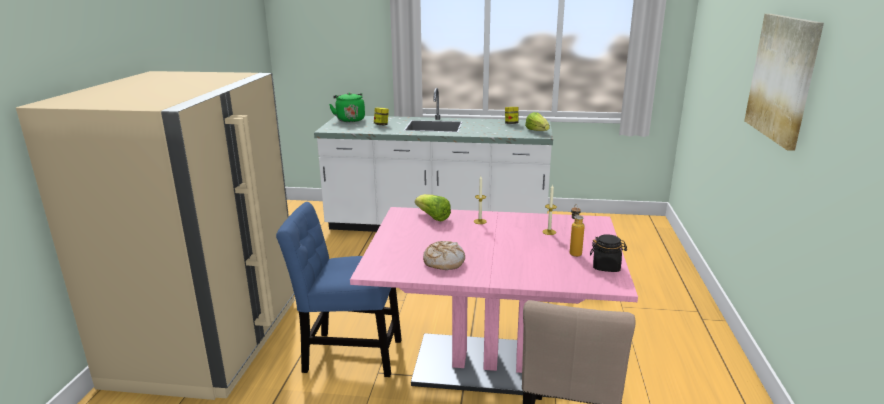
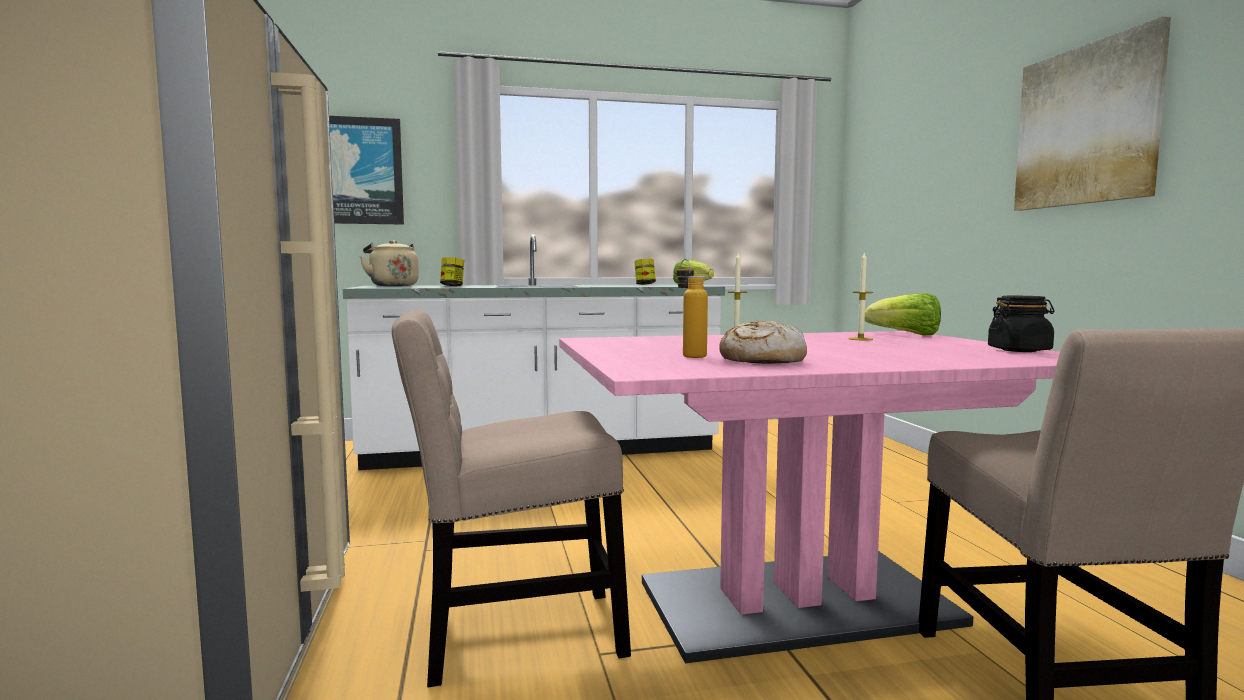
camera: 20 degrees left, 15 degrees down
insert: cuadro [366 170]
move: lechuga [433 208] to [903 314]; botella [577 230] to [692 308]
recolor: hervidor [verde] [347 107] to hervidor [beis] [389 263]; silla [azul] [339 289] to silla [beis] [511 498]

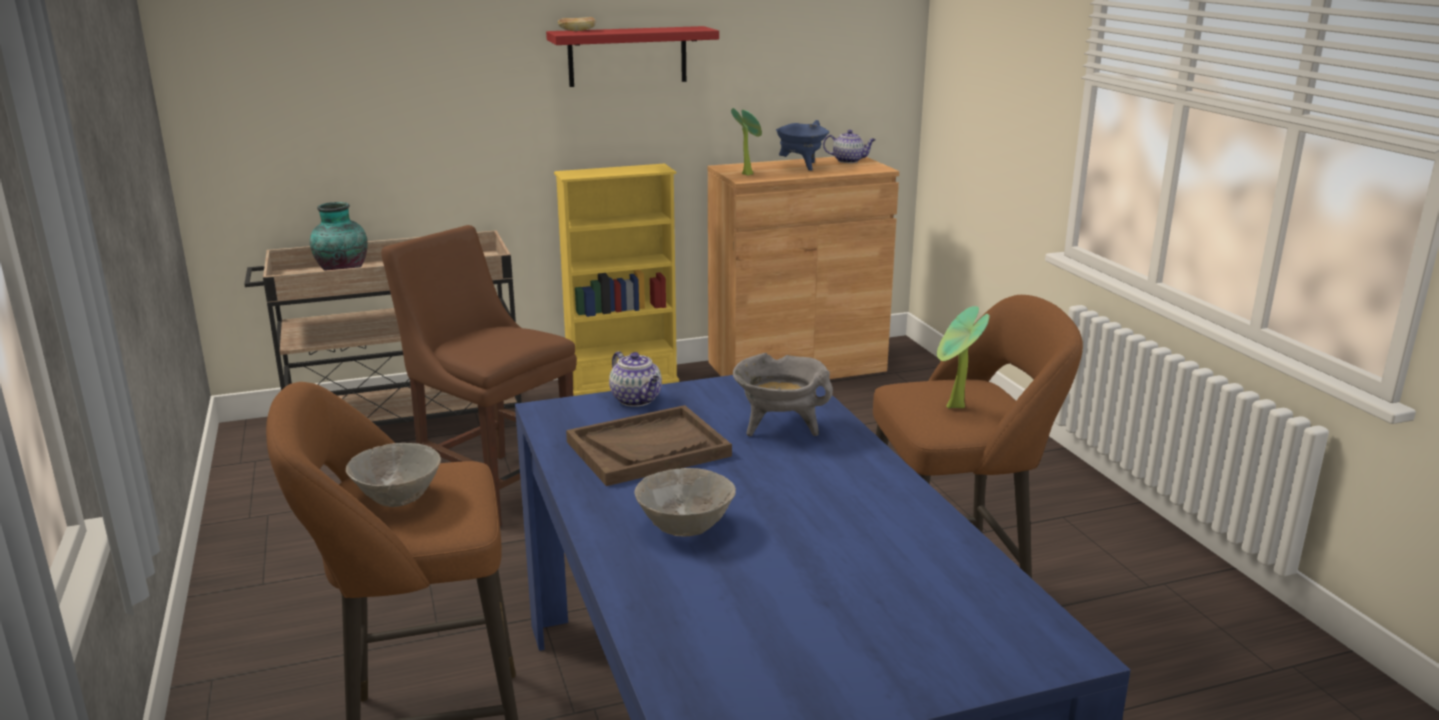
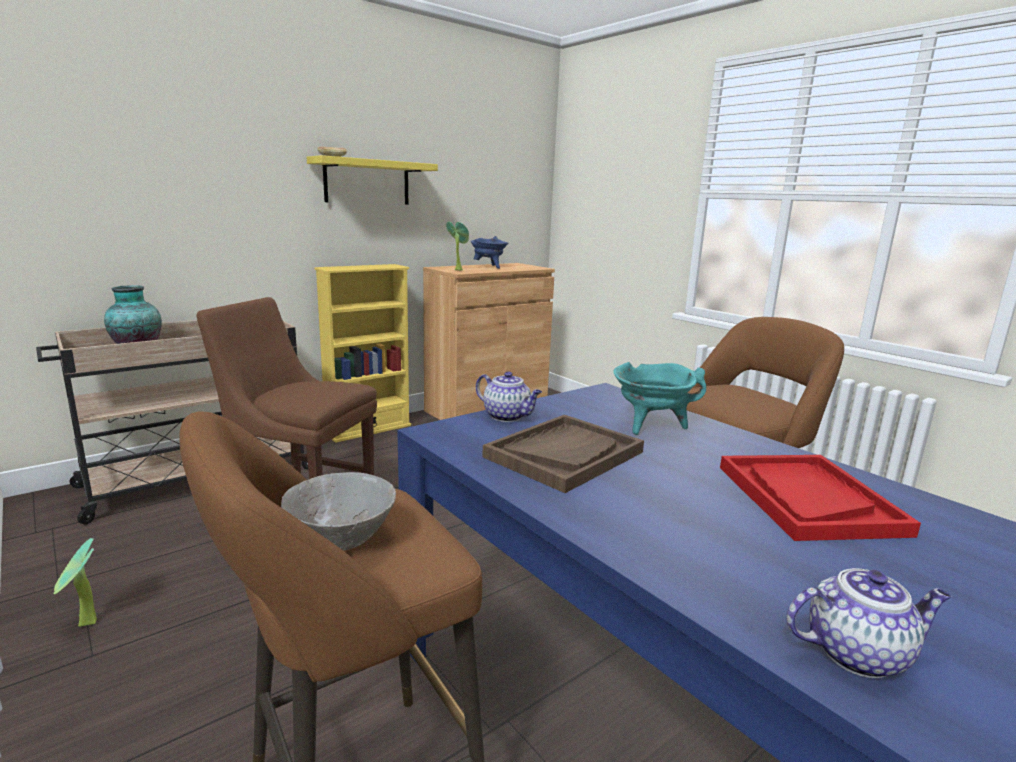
camera: 20 degrees left, 5 degrees down
delete: cuenco [gris] [685 502]
insert: bandeja [rojo] [820 498]
move: tetera [849 146] to [869 623]; planta en maceta [963 357] to [75 582]
recolor: estante [rojo] [632 56] to estante [amarillo] [372 180]; olla [gris] [783 394] to olla [turquesa] [659 398]

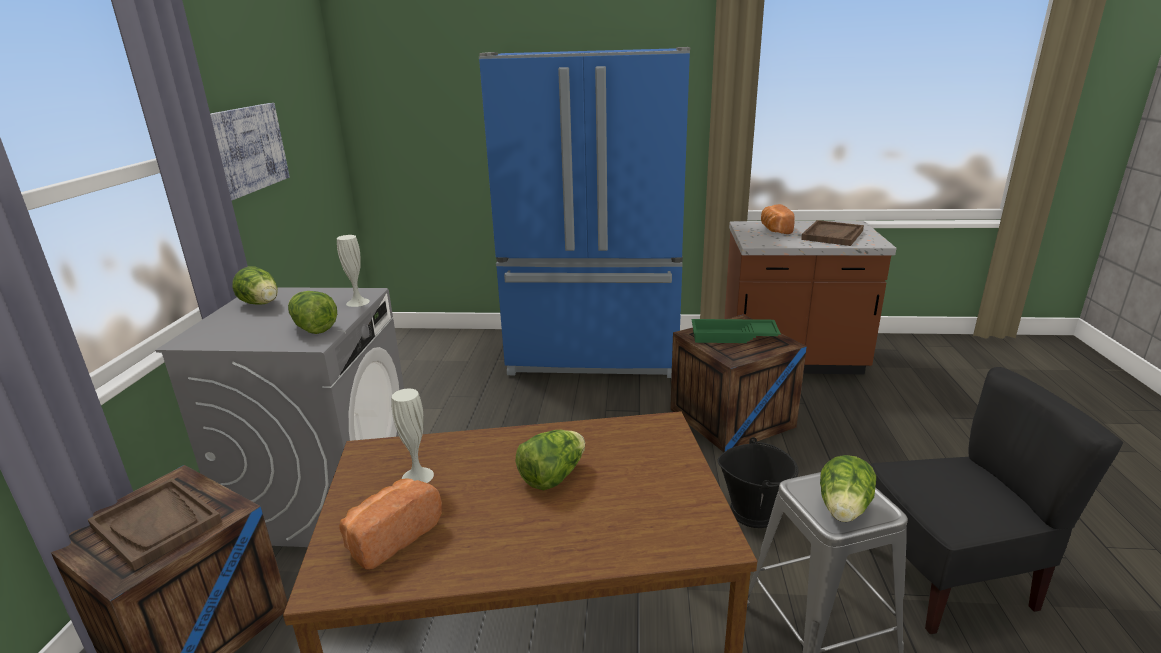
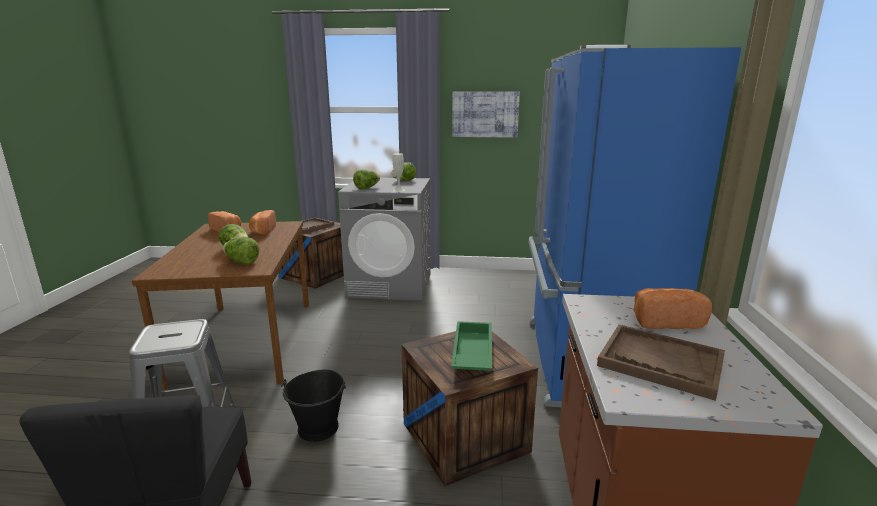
camera: 90 degrees right, 5 degrees down
move: lechuga [848 488] to [241 251]
replace: florero [blanco] [412 436] to pan [262 222]

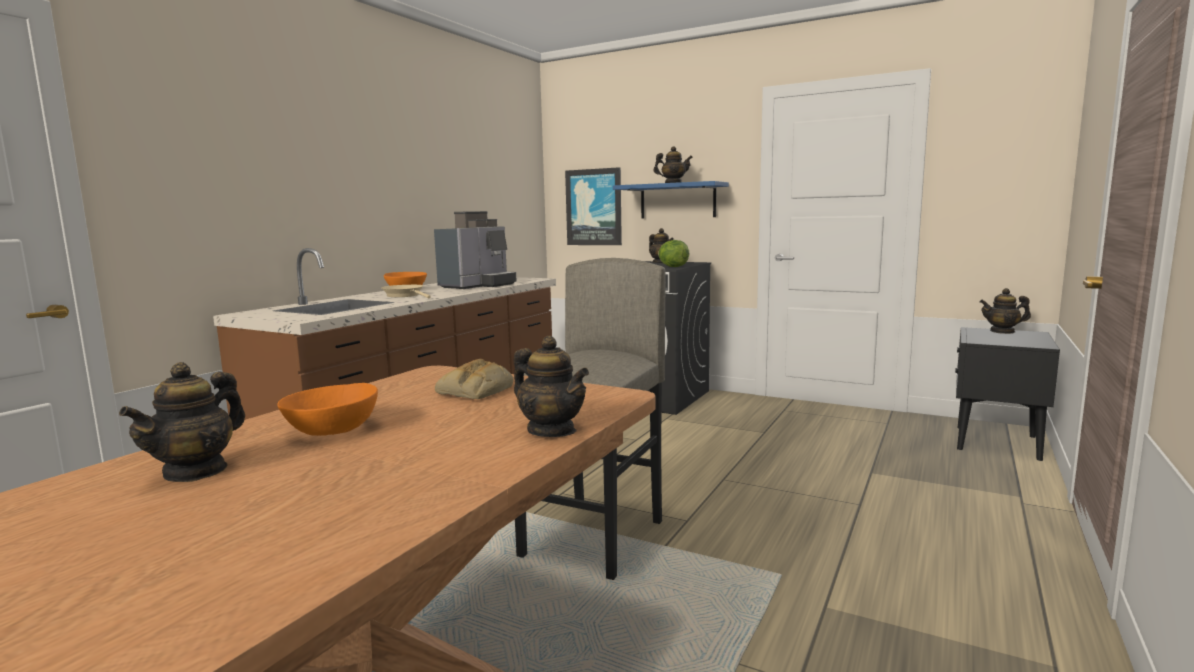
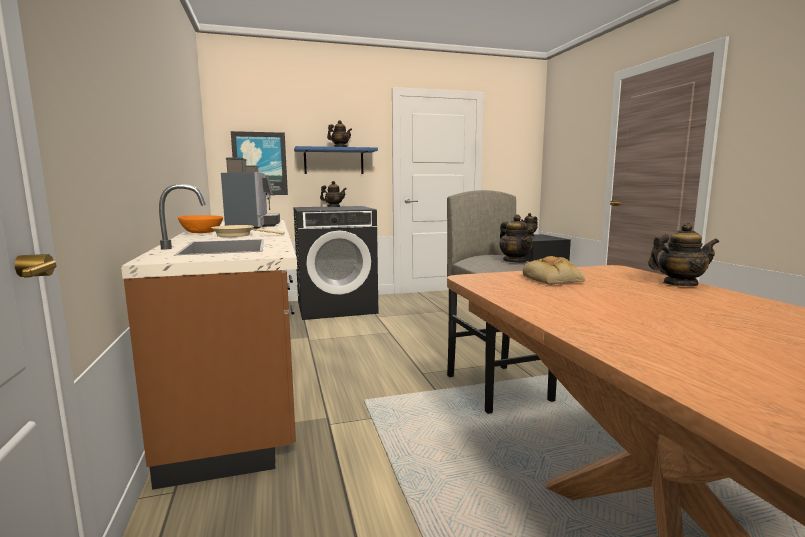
camera: 45 degrees left, 0 degrees up
delete: lechuga [674 253]; cuenco [naranja] [327 409]
move: tetera [182 422] to [516 239]

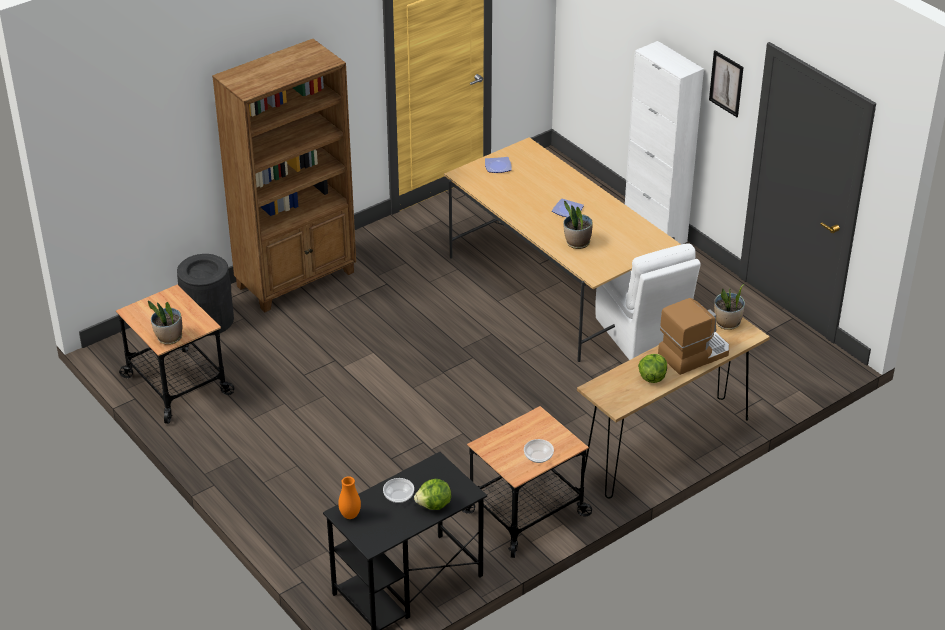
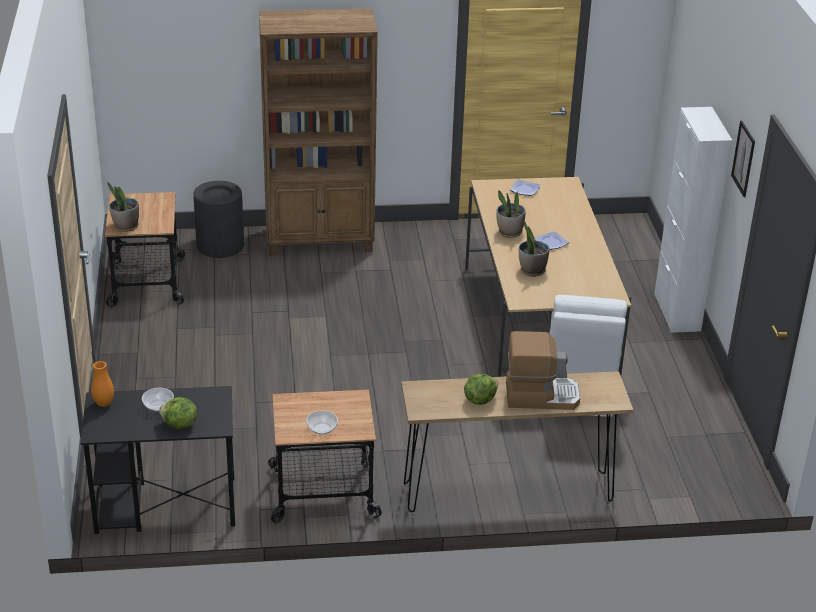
camera: 30 degrees right, 5 degrees down
move: planta en maceta [729 307] to [511 214]

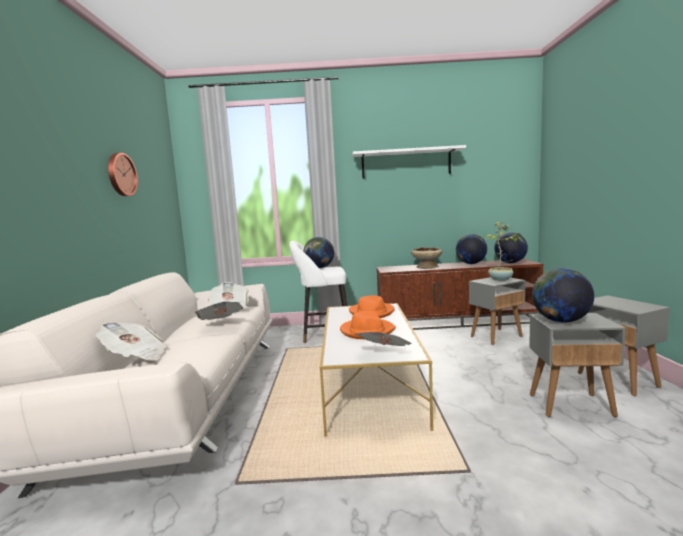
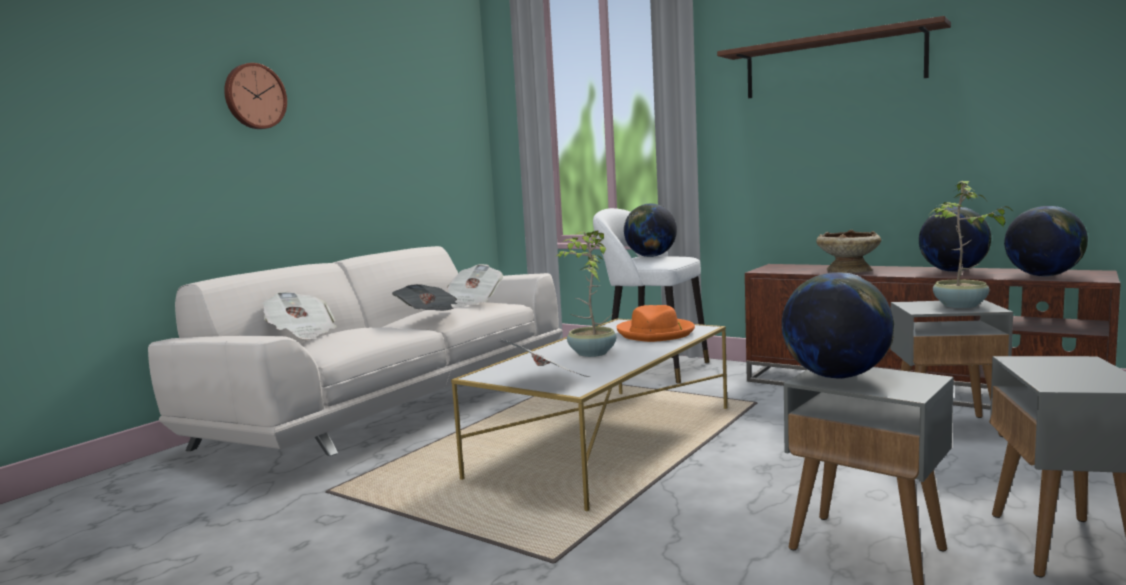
camera: 35 degrees right, 0 degrees up
move: reloj de pared [123 174] to [255 96]
replace: sombrero [naranja] [368 325] to planta en maceta [586 293]
recolor: estante [blanco] [409 162] to estante [marrón] [834 57]

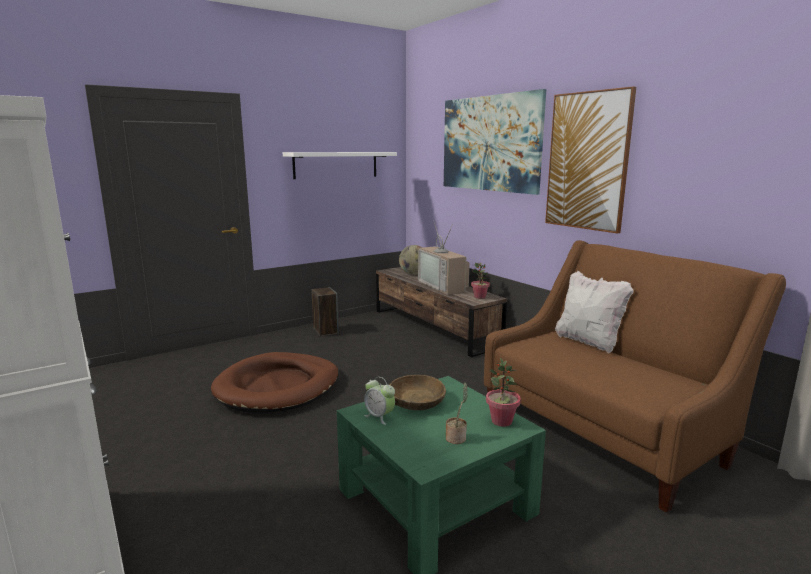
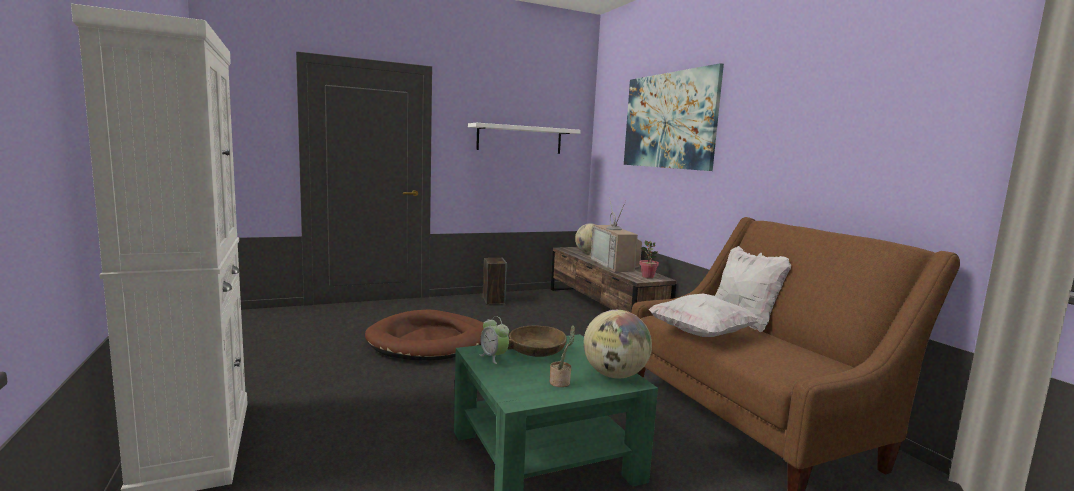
camera: 10 degrees right, 5 degrees down
delete: cuadro [590 160]
insert: cojín [blanco] [704 315]
replace: planta en maceta [503 392] to globo terráqueo [617 344]

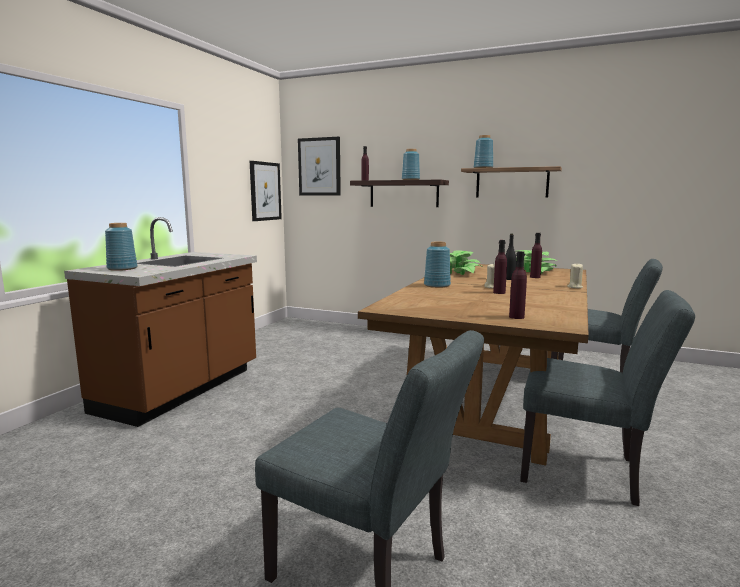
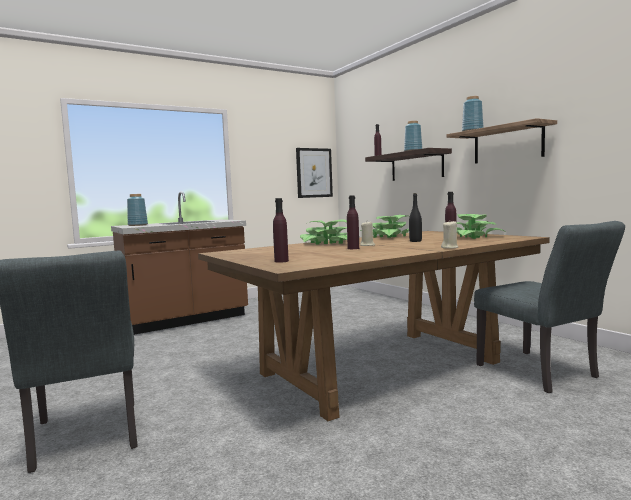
camera: 35 degrees right, 5 degrees down
delete: cuadro [319 166]; silla [gris] [607 398]
replace: florero [azul] [437 265] to planta en maceta [323 231]

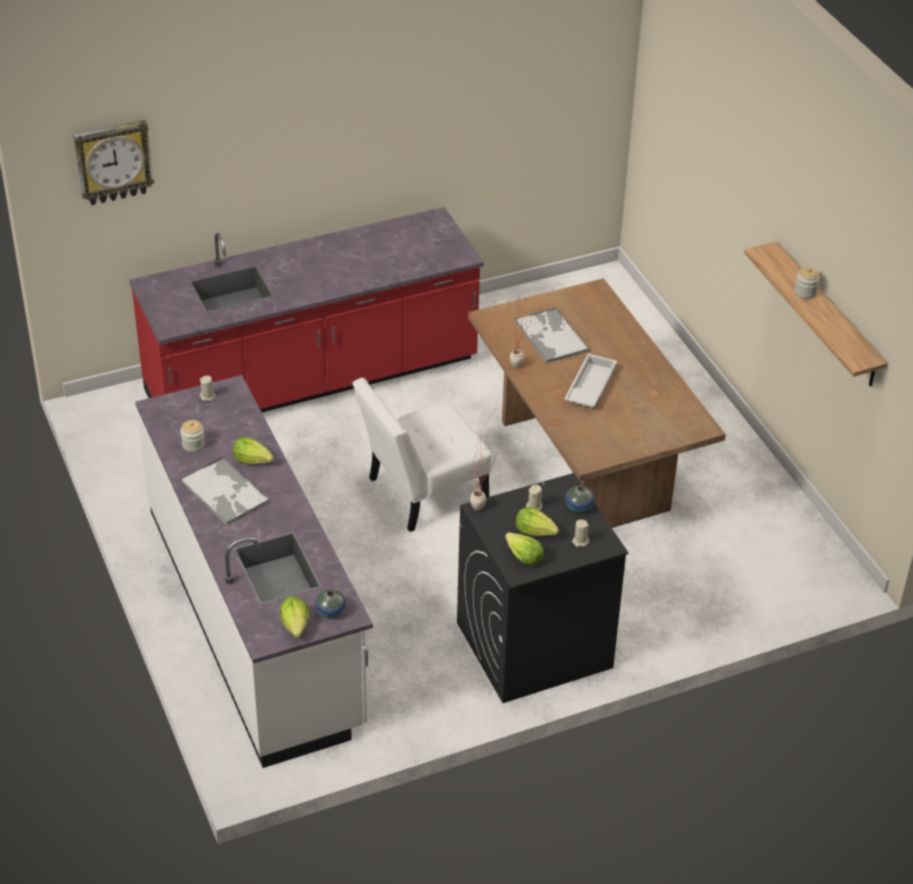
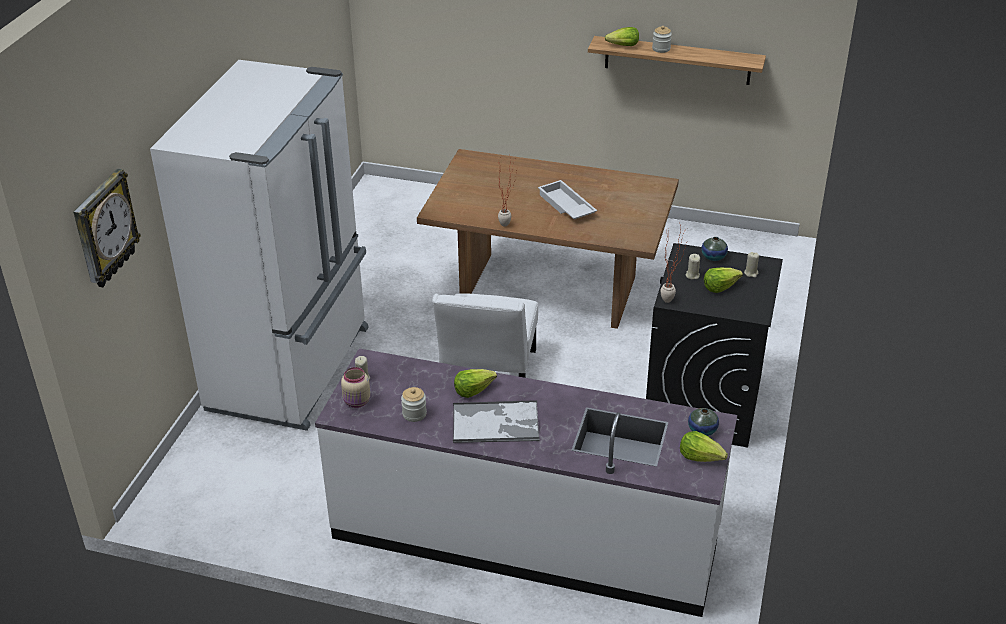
camera: 50 degrees left, 5 degrees down
delete: bandeja [551 335]
insert: tarro [beis] [355 387]
move: lechuga [524 548] to [622 36]
replace: mueble bajo de cocina [rojo] [306 309] to nevera [blanco] [259 245]

